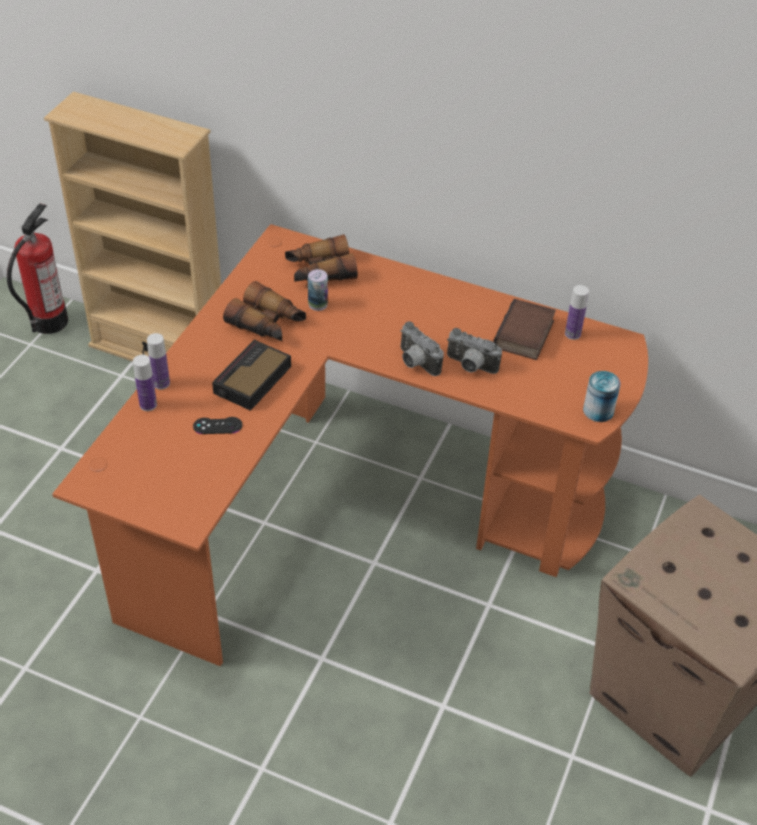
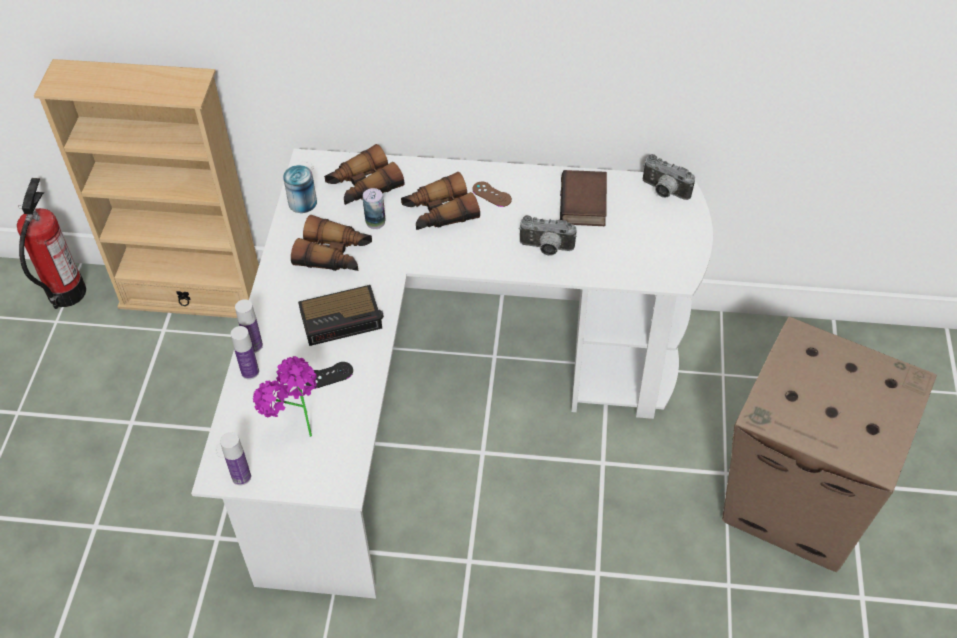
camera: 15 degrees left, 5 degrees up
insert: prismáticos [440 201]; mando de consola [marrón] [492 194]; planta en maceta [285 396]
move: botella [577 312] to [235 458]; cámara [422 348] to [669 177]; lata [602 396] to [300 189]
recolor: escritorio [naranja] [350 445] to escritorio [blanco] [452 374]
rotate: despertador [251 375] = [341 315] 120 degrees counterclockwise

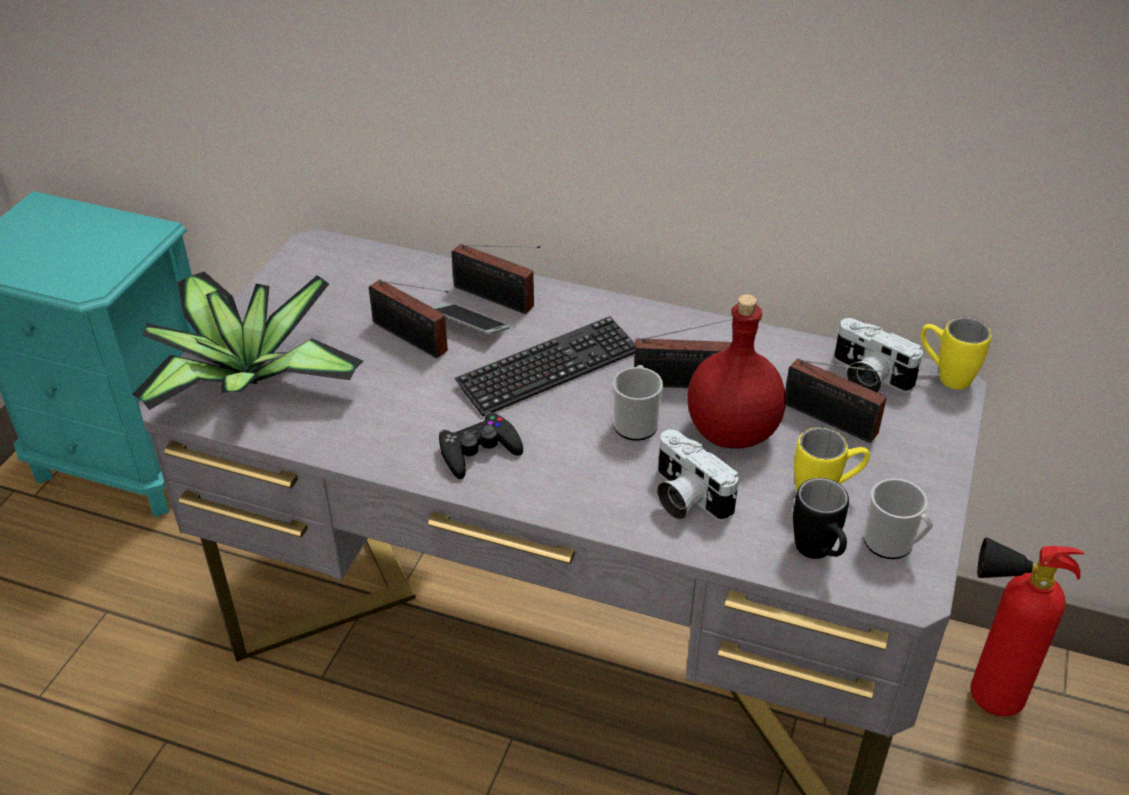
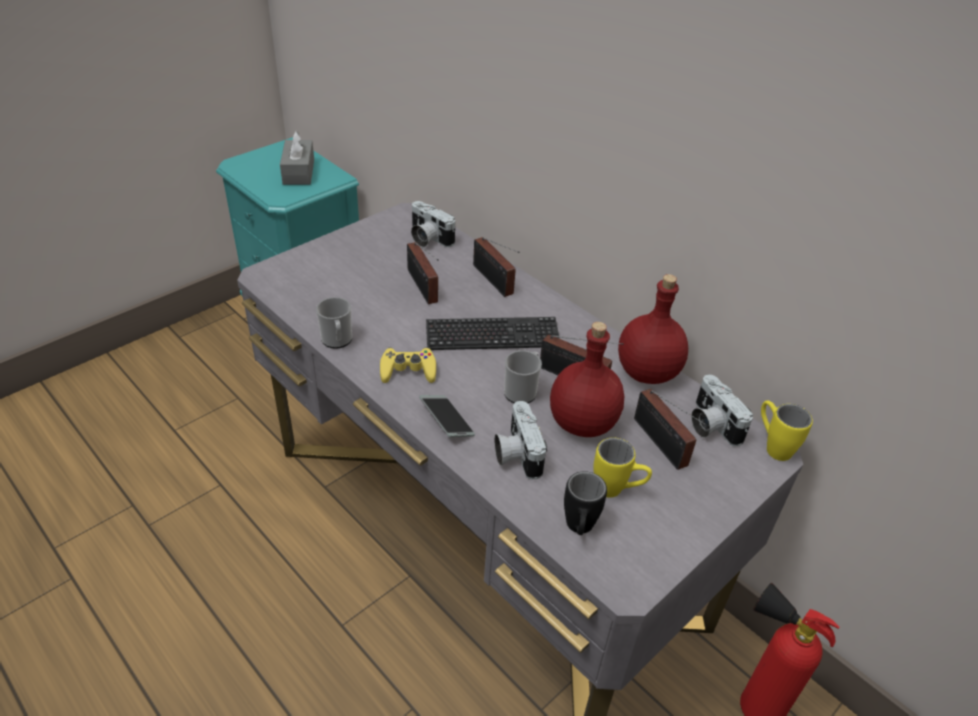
camera: 25 degrees right, 0 degrees up
delete: planta en maceta [248 341]
insert: caja de pañuelos [gris] [297 158]; cámara [433 224]; botella [rojo] [653 329]
move: móvil [471 318] to [447 416]; taza grande [898 518] to [334 323]
recolor: mando de consola [negro] [481 445] to mando de consola [amarillo] [408 365]

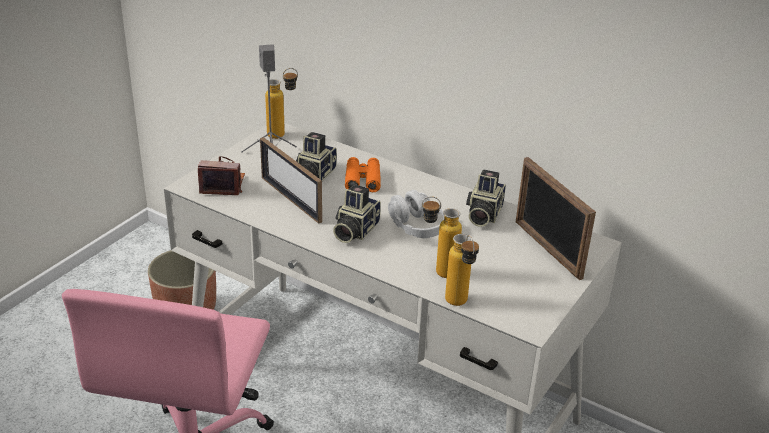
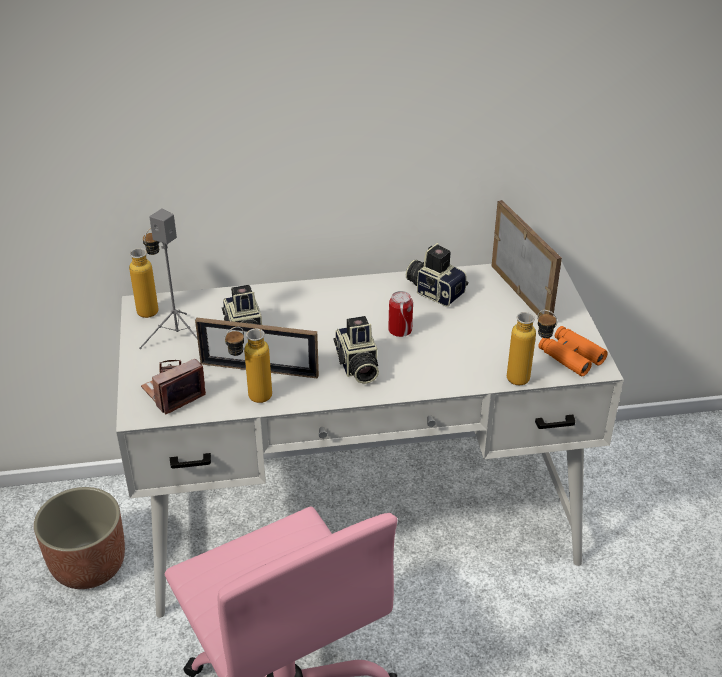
camera: 40 degrees left, 5 degrees up
move: prismáticos [naranja] [363 174] to [573 351]; botella [442 237] to [248 365]
replace: auriculares [gris] [416 214] to lata [400 314]
rotate: portarretratos [556 218] = [527 258] 135 degrees counterclockwise; cámara [486 198] = [437 275] 150 degrees clockwise

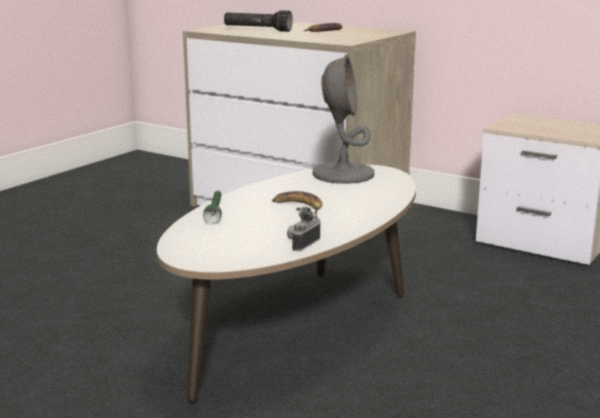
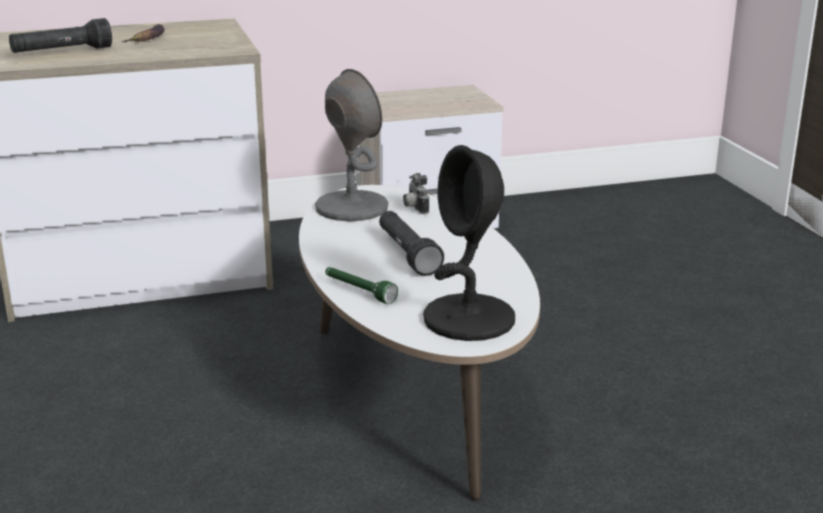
camera: 50 degrees left, 5 degrees up
insert: lámpara de mesa [negro] [469 243]
move: cámara [303 229] to [416 193]
replace: plátano [297 202] to linterna [negro] [411 243]

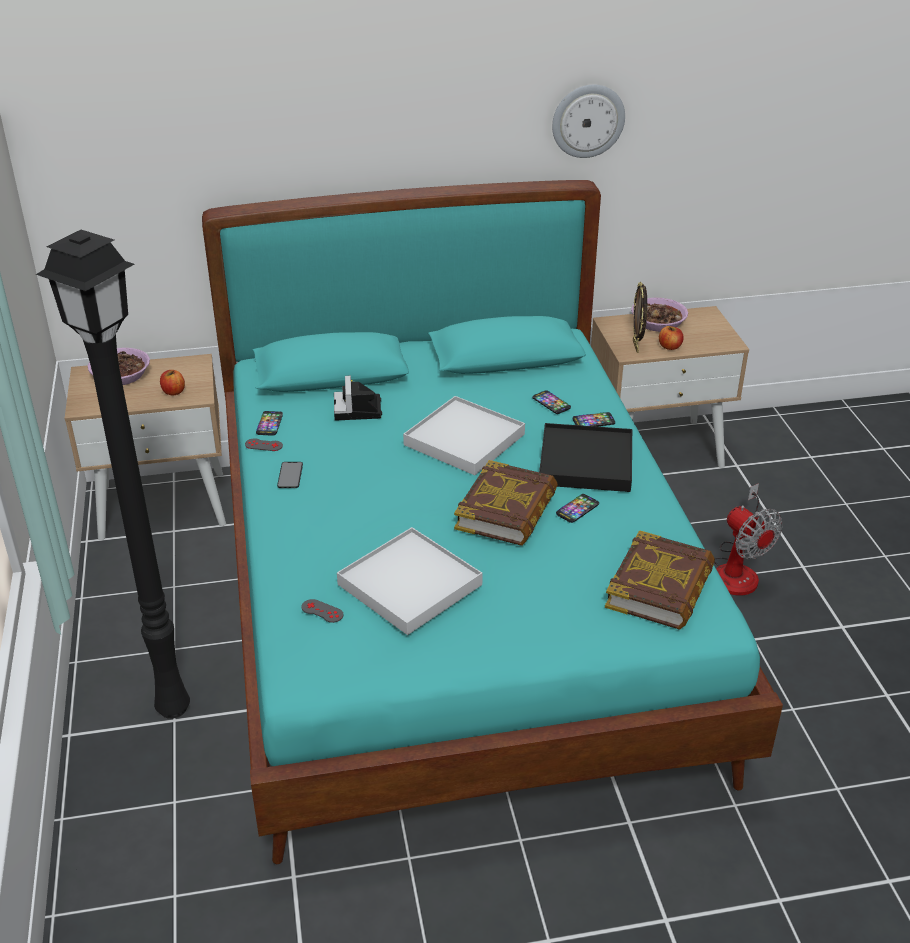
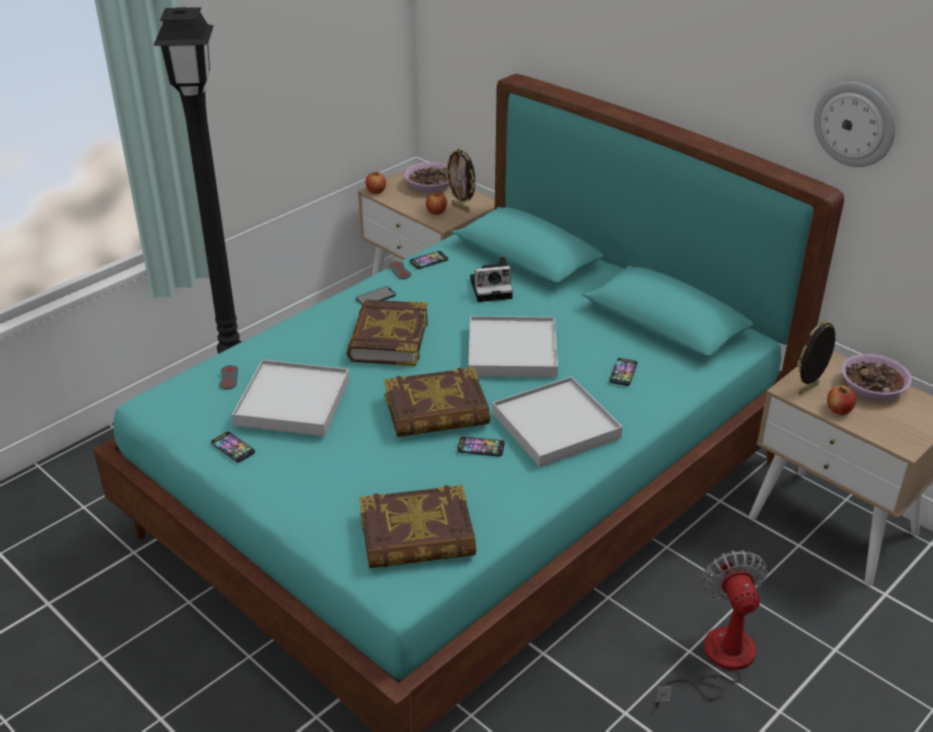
camera: 55 degrees right, 0 degrees up
insert: portarretratos [460 180]; manzana [376 183]; libro [387 332]
move: móvil [594 419] to [233 447]
recolor: bandeja [negro] [585 457] to bandeja [blanco] [557 421]
rotate: cámara [358 398] = [491 279] 150 degrees counterclockwise; ventilador [748 539] = [711 629] 150 degrees clockwise

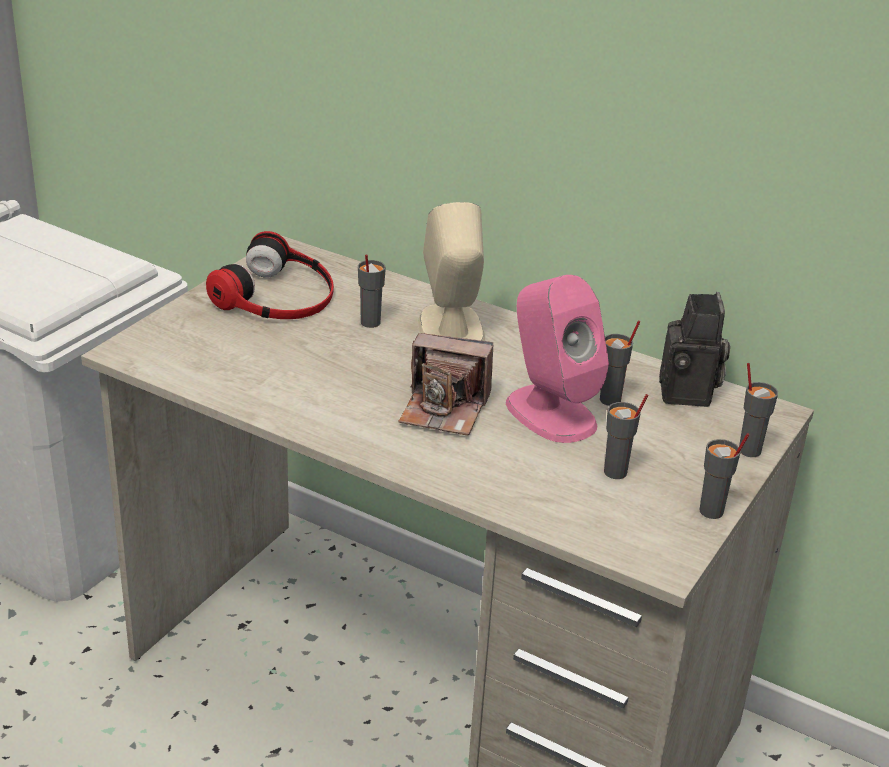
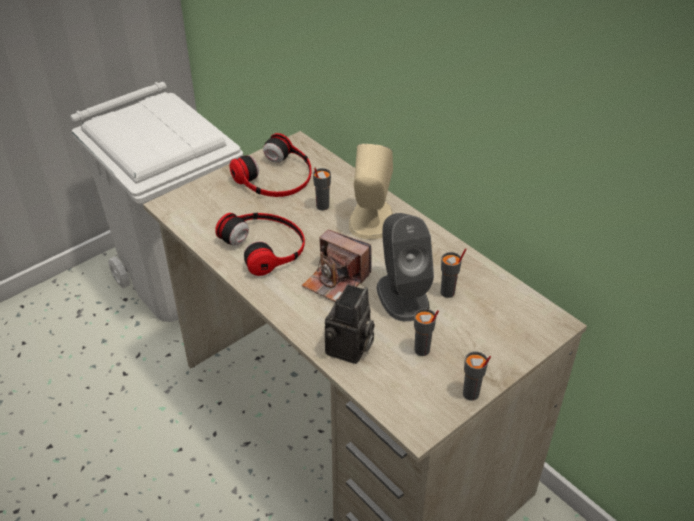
camera: 20 degrees right, 10 degrees up
delete: taza [gris] [758 410]
insert: auriculares [260 244]
move: cámara [694 349] to [350 324]
recolor: altavoz [rosa] [557 359] to altavoz [gris] [405 267]

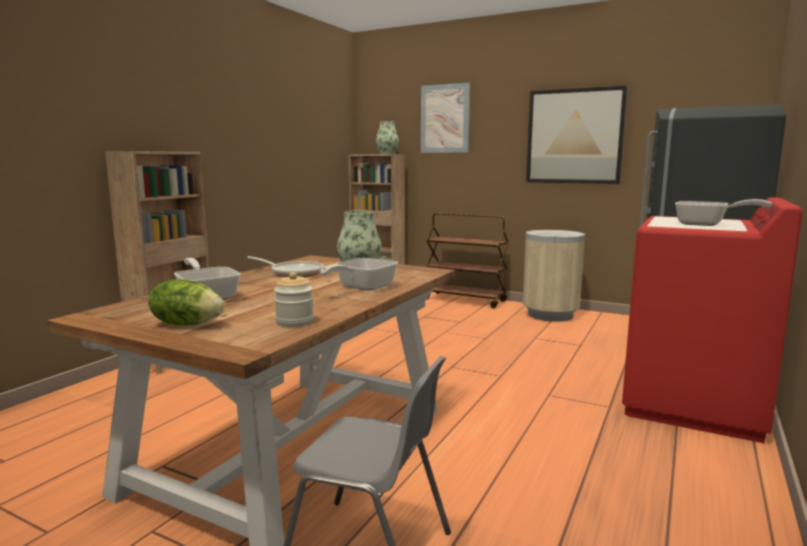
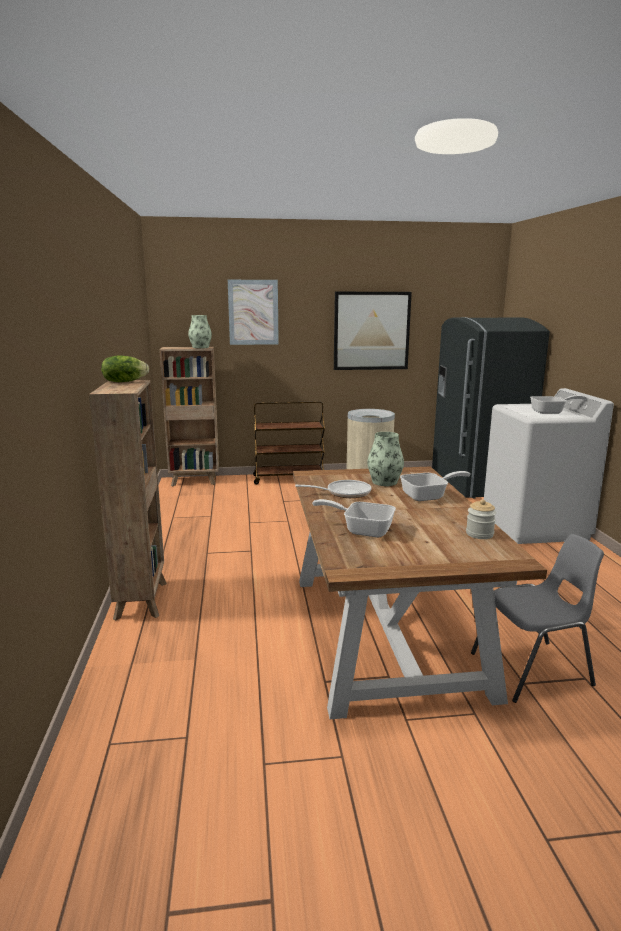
camera: 35 degrees left, 5 degrees up
move: lechuga [186 302] to [125 368]
recolor: lavadora [rojo] [712 320] to lavadora [blanco] [549 466]
rotate: sartén [359 274] = [435 486] 105 degrees counterclockwise

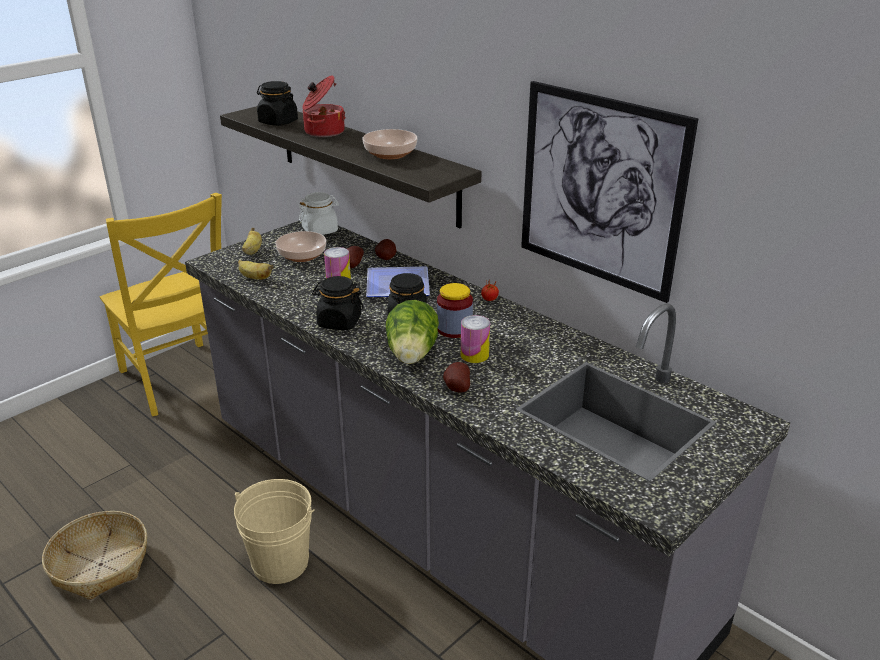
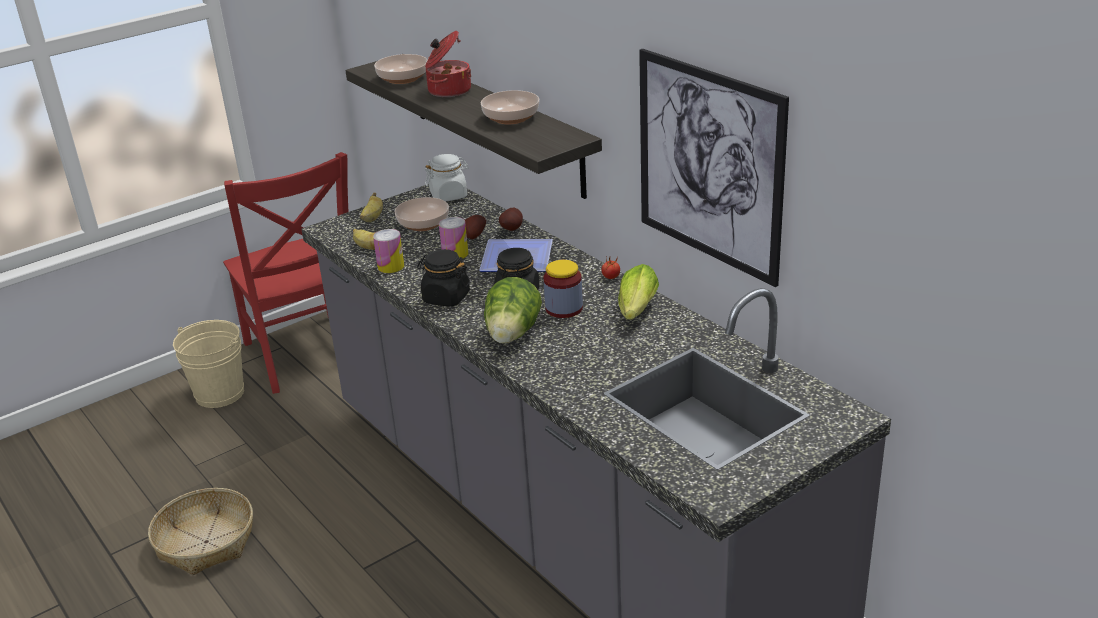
camera: 10 degrees right, 0 degrees up
delete: patata [456 377]
insert: lechuga [638 292]
move: lata [475 339] to [388 251]; cubo [beis] [274 531] to [208 364]
replace: tarro [negro] [277 103] to cuenco [400 69]
recolor: silla [amarillo] [160 304] to silla [rojo] [286 273]

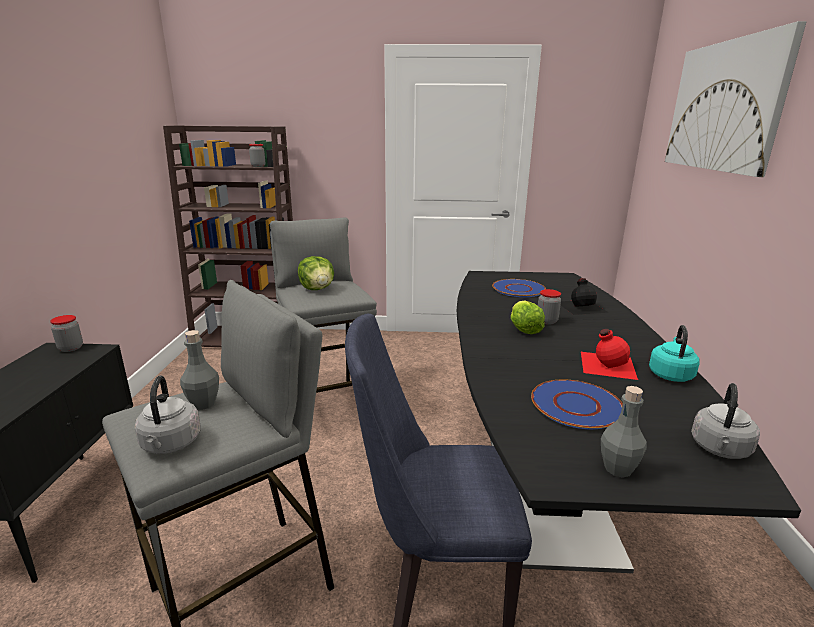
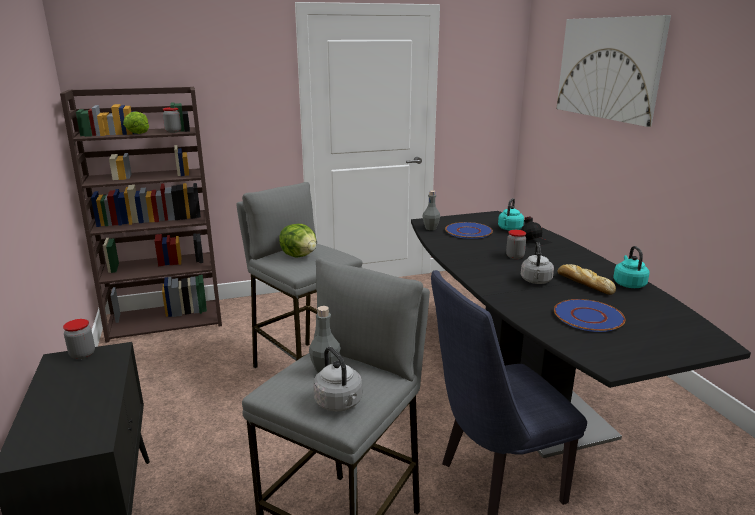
camera: 20 degrees left, 0 degrees up
insert: hervidor [turquesa] [511 214]
move: lechuga [528 317] to [136 122]; hervidor [gris] [725 421] to [537 263]; botella [gris] [624 432] to [431 210]
replace: botella [rojo] [609 354] to pan [586 279]

